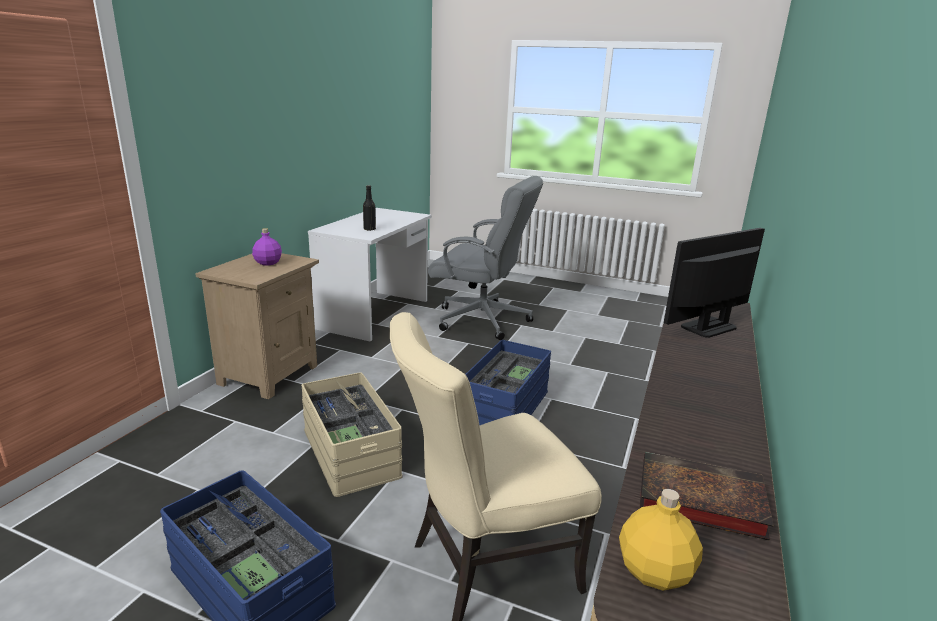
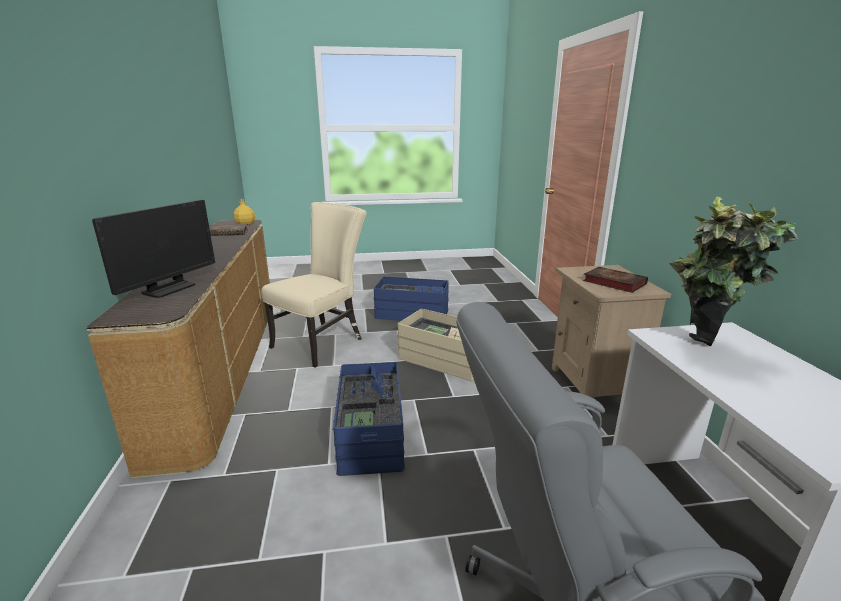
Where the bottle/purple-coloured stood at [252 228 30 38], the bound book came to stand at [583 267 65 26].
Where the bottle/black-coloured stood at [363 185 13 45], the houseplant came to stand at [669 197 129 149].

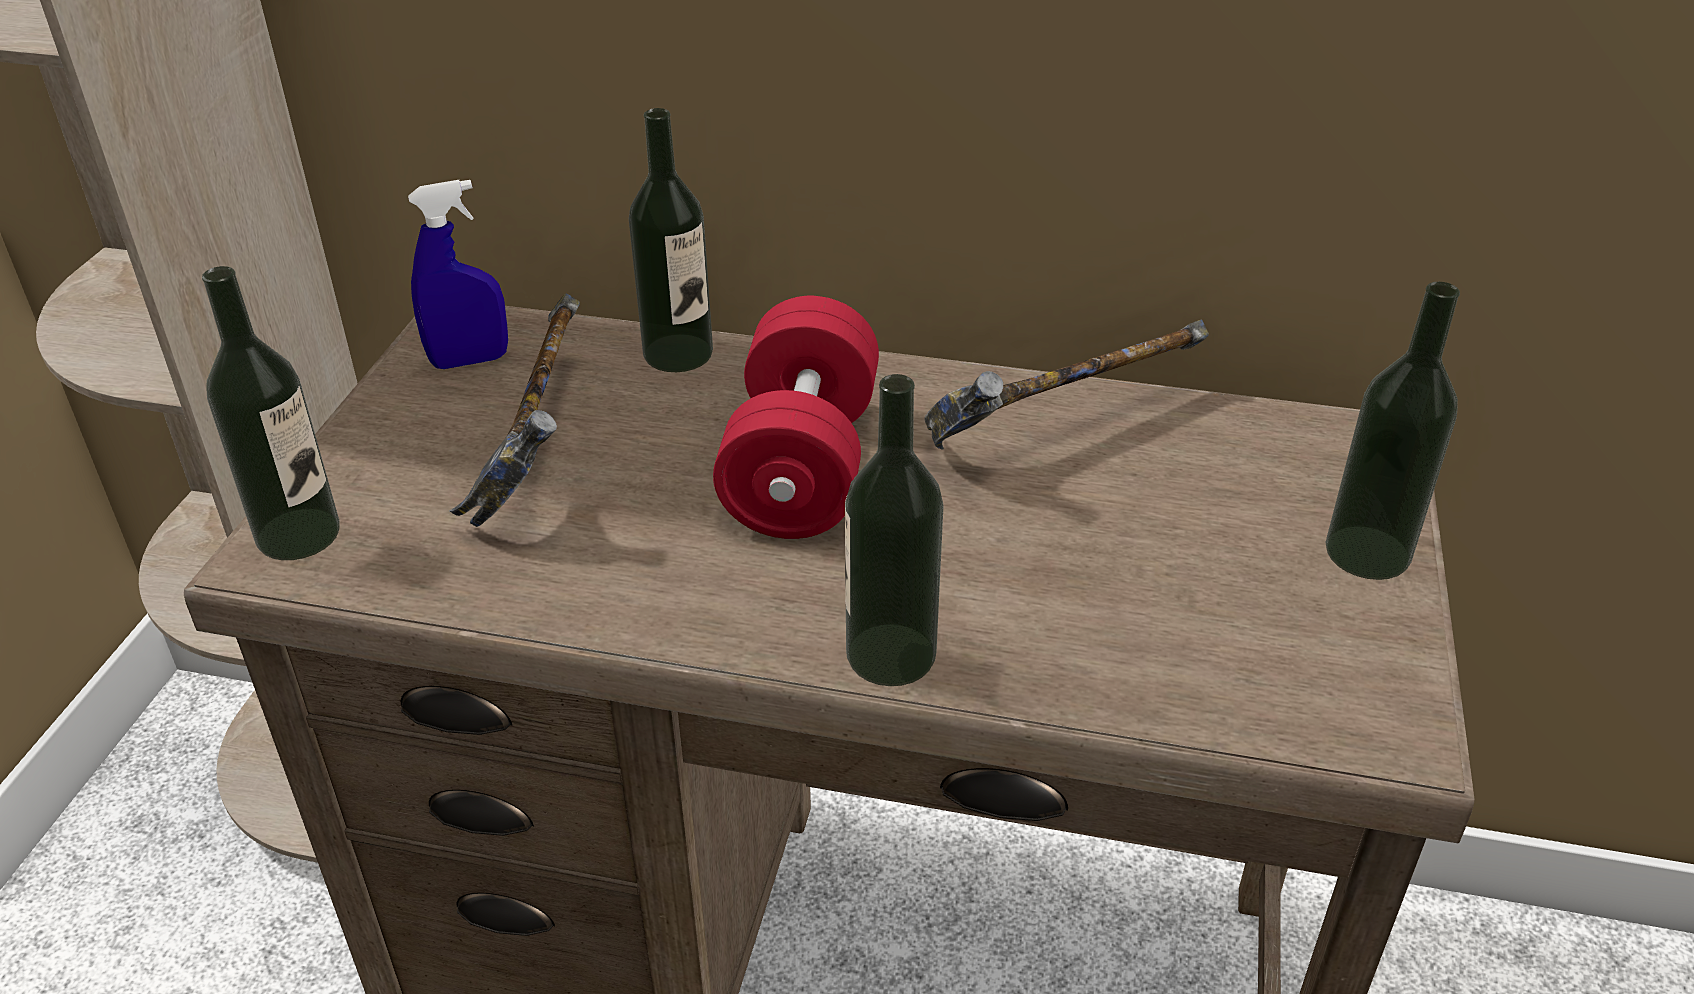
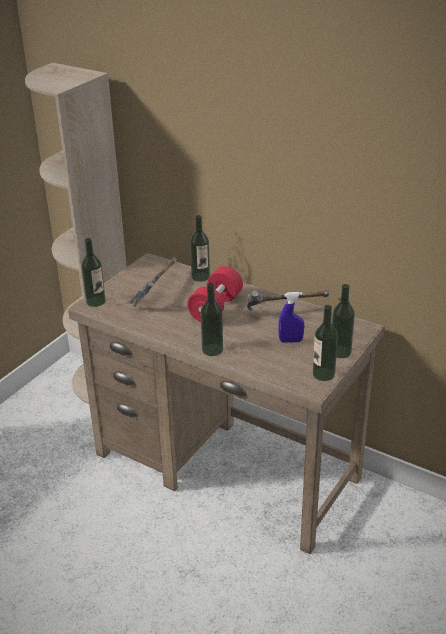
The second view gained the bottle at [313 305 25 76].
The spray bottle/blue ended up elsewhere, having gone from [408 180 100 189] to [278 292 27 51].

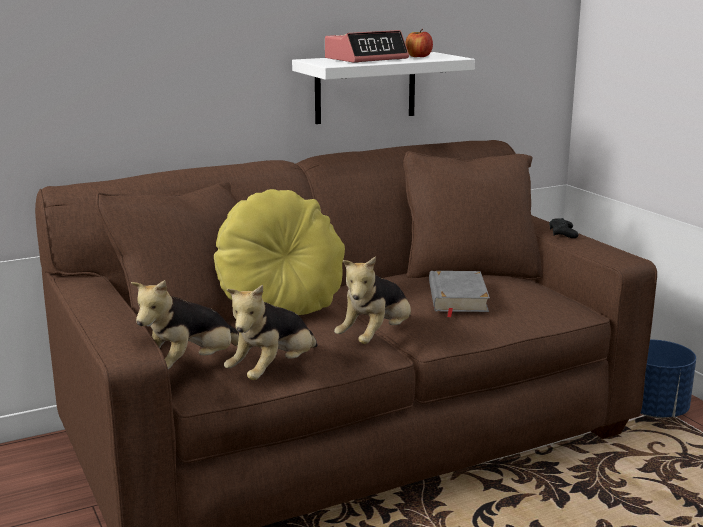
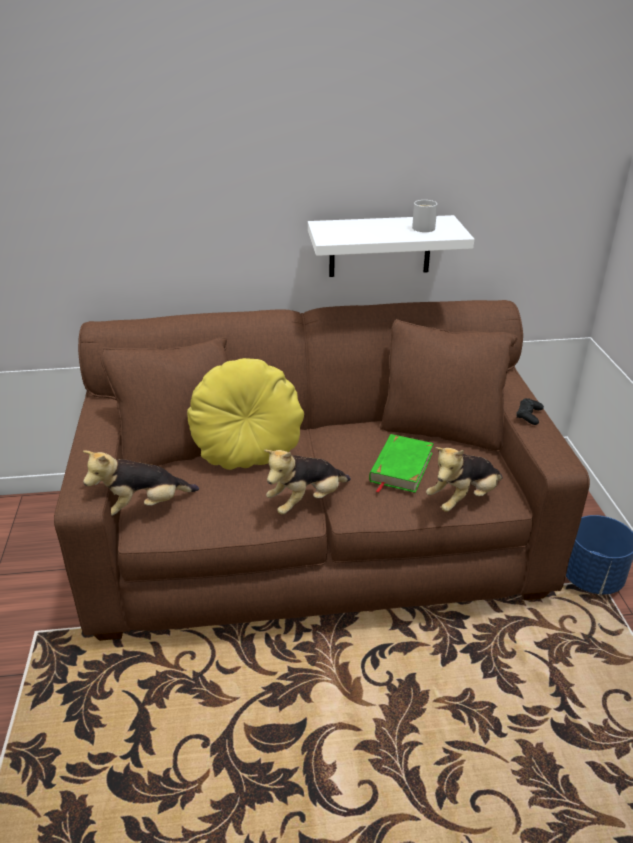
The second view lost the table clock at [325 30 84 33].
The soft toy ended up elsewhere, having gone from [224 285 94 95] to [426 447 77 65].
Where the whole apple stood at [405 29 28 28], the tea mug/whitish came to stand at [412 200 25 32].
What was the bound book/greyish at [429 271 61 46] turned into the bound book/greenish at [369 434 65 59].

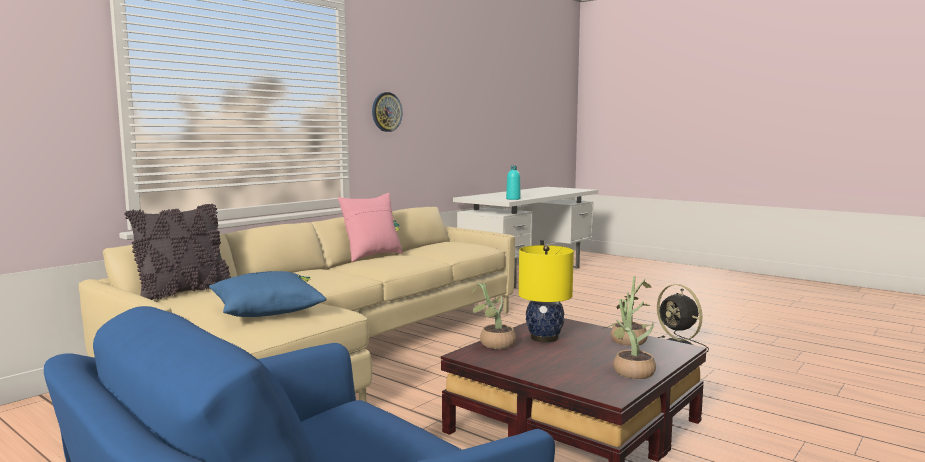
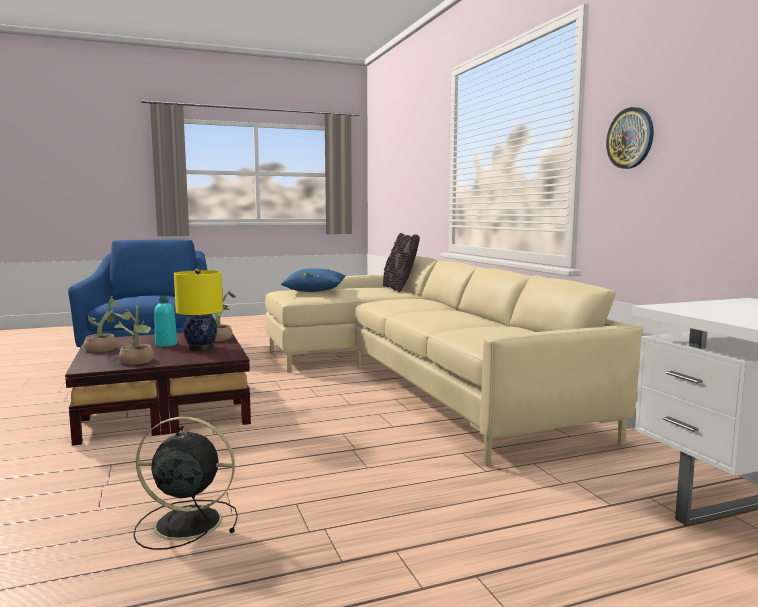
The second view lost the pillow/pink-coloured at [338 193 65 69].
The bottle/turquoise-coloured ended up elsewhere, having gone from [506 166 15 34] to [154 296 23 51].

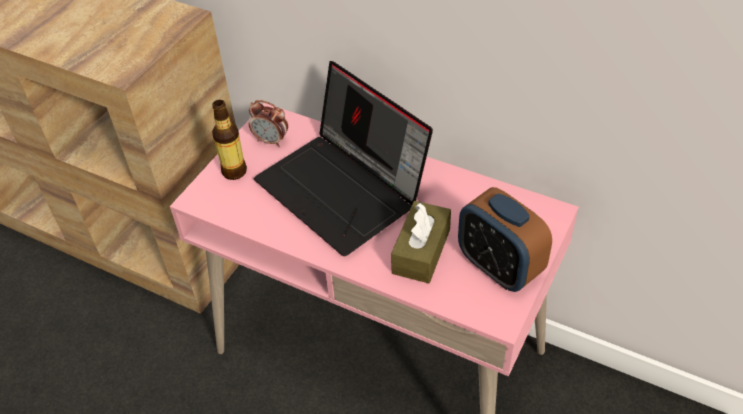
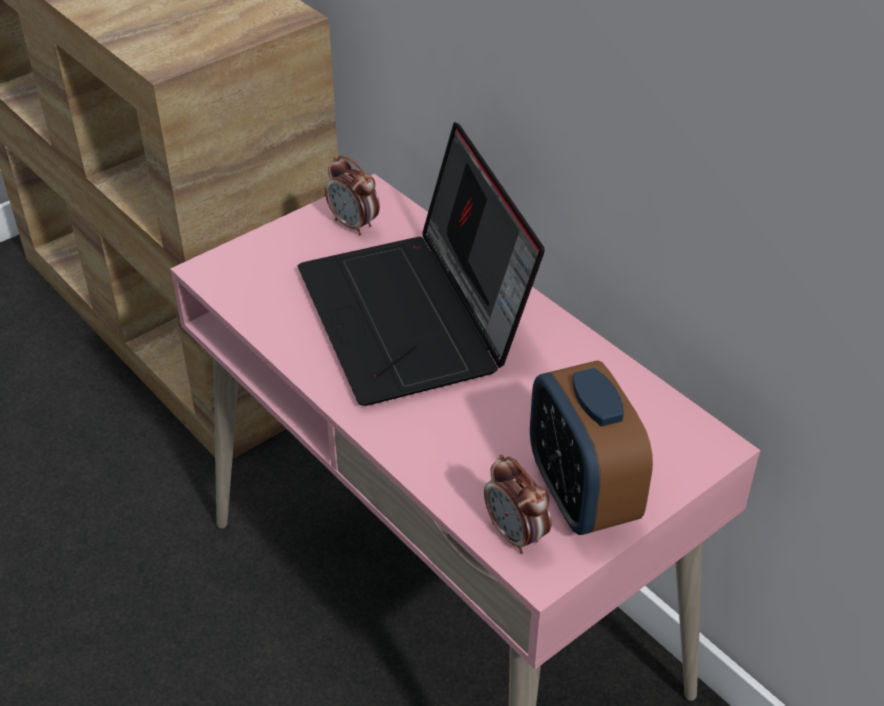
The second view lost the bottle at [212 100 35 80].
The second view lost the tissue holder/brown-coloured at [391 201 60 82].
The second view gained the table clock at [484 455 68 99].

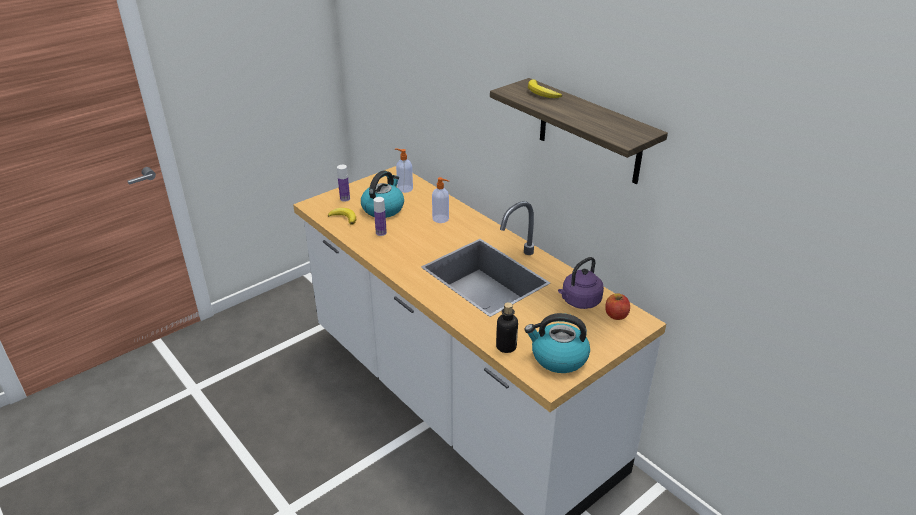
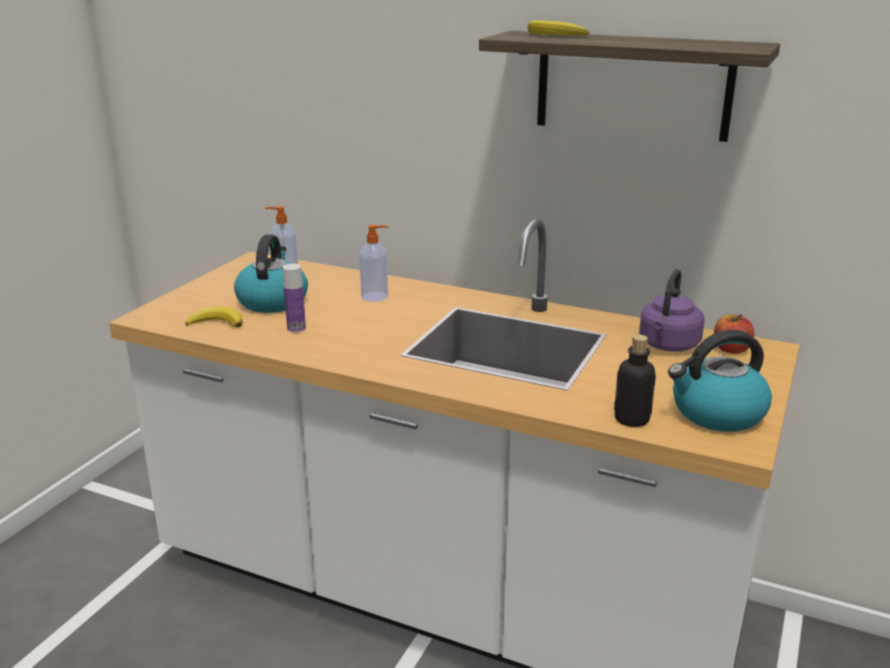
The second view lost the bottle at [337 165 13 37].

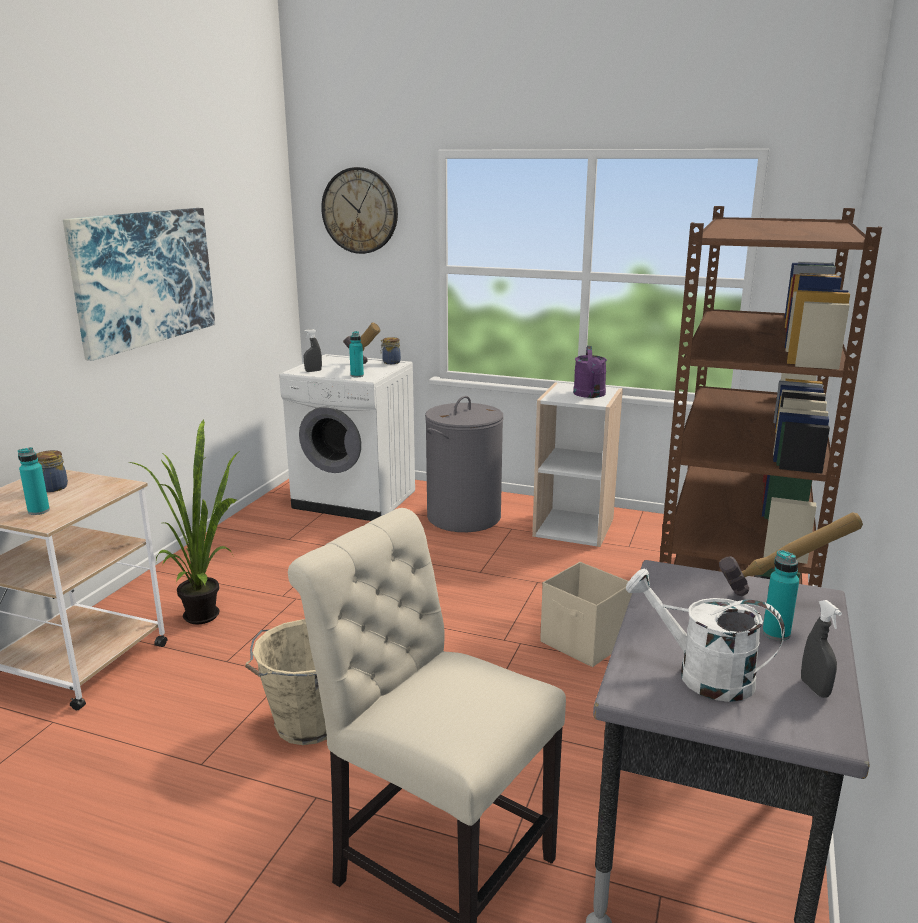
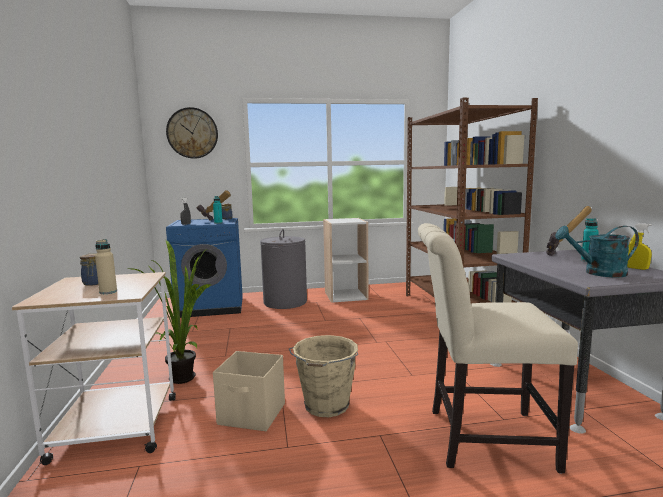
The second view lost the wall picture at [63 208 152 153].
The second view lost the sprinkling can/purple-coloured at [573 346 34 52].
The storage container/beige-coloured ended up elsewhere, having gone from [540 562 92 105] to [213 351 72 80].
What was the bottle/turquoise-coloured at [18 447 32 68] turned into the bottle/beige-coloured at [95 239 22 55].
What was the laundry machine/whitish at [279 354 136 167] turned into the laundry machine/blue at [166 218 77 100].
What was the sprinkling can/whitish at [626 569 159 133] turned into the sprinkling can/turquoise-coloured at [555 226 84 51].
What was the spray bottle/greyish at [801 600 41 98] turned into the spray bottle/yellow at [627 223 25 47].

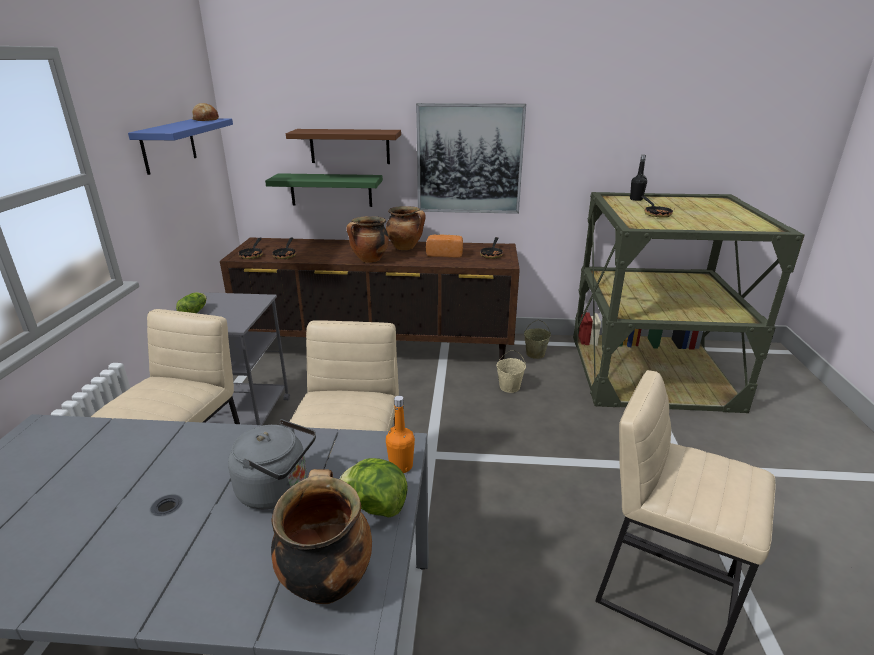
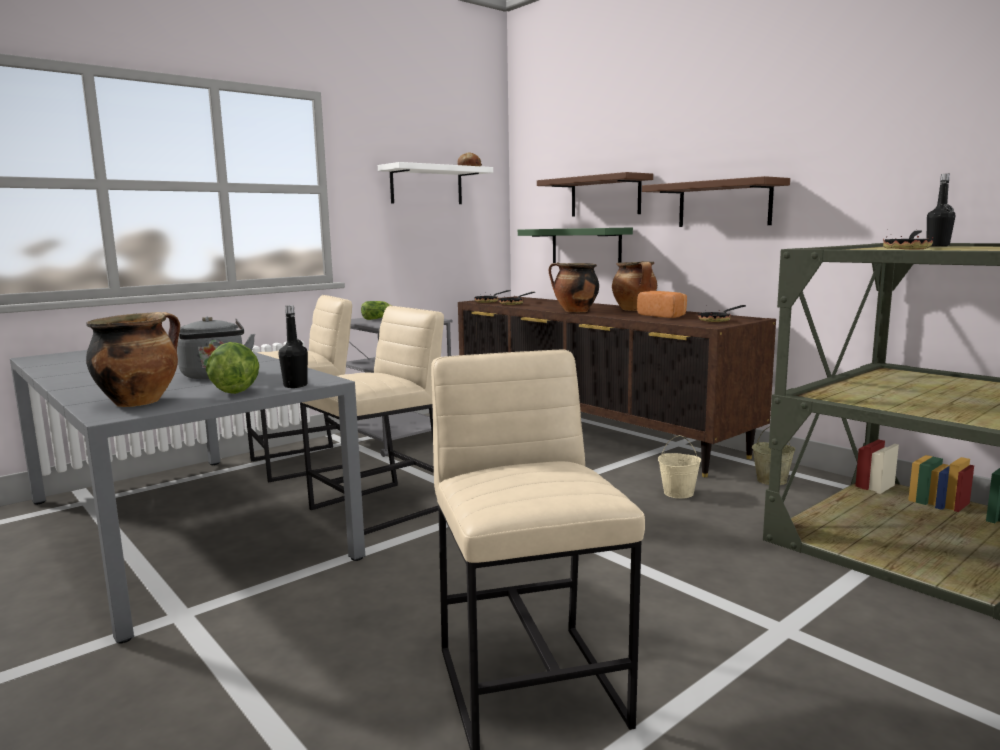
Where the wall picture hung at [416 103 110 111], the shelf/brown-coloured came to hang at [642 176 148 51].
What was the shelf/blue at [128 119 105 56] turned into the shelf/whitish at [378 162 115 42].
What was the bottle/orangey at [386 396 29 77] turned into the bottle/black-coloured at [279 305 29 83].

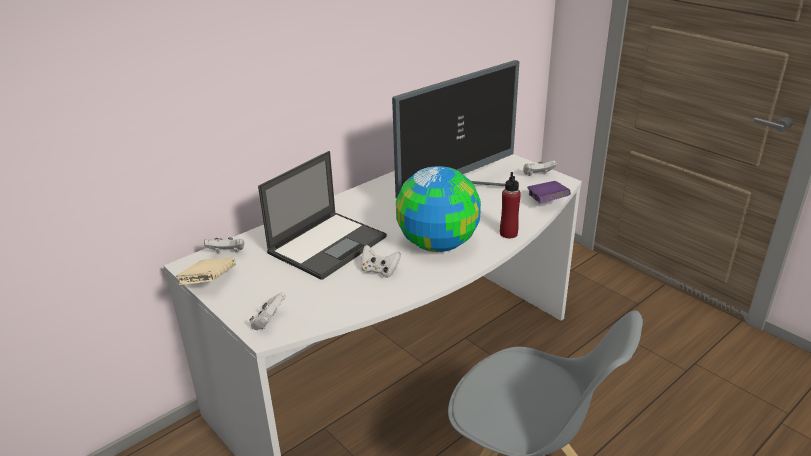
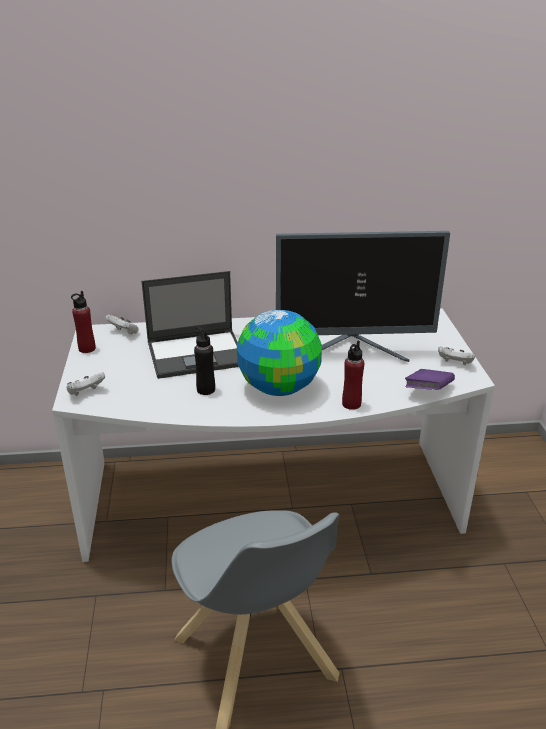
Where the bound book/beige-coloured stood at [176 258 60 27], the bottle/red-coloured came to stand at [71 291 25 62].
Where the game controller/whitish stood at [361 245 40 32], the bottle/black-coloured came to stand at [194 327 21 68].

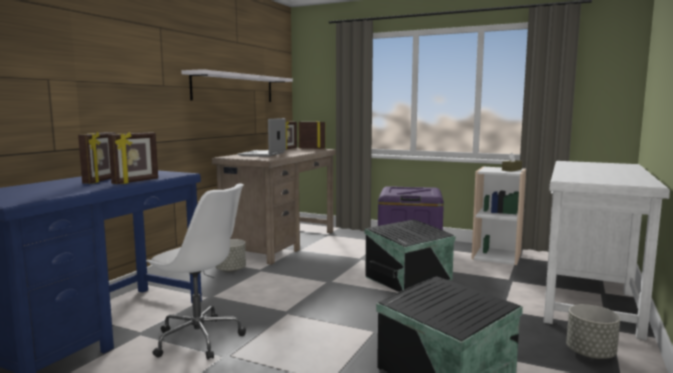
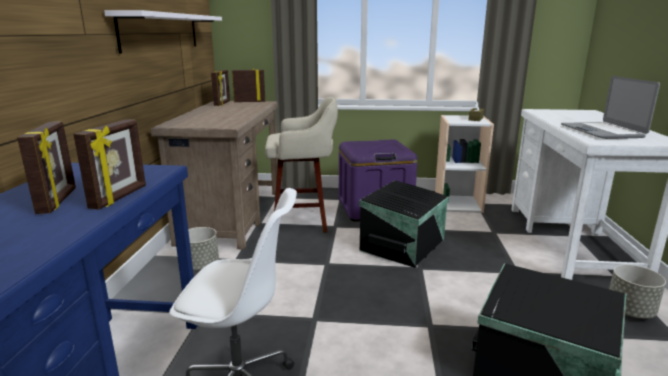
The second view gained the stool seat/beige-coloured at [265 97 73 136].
The notebook computer ended up elsewhere, having gone from [237 118 49 39] to [561 76 99 63].

